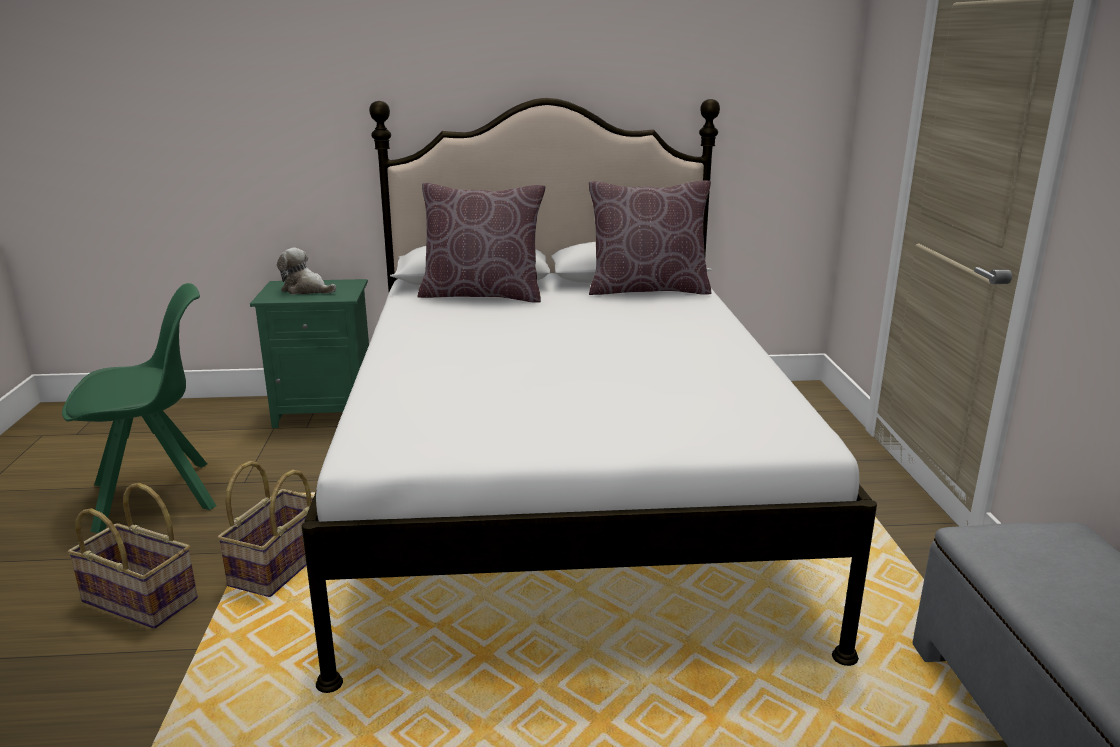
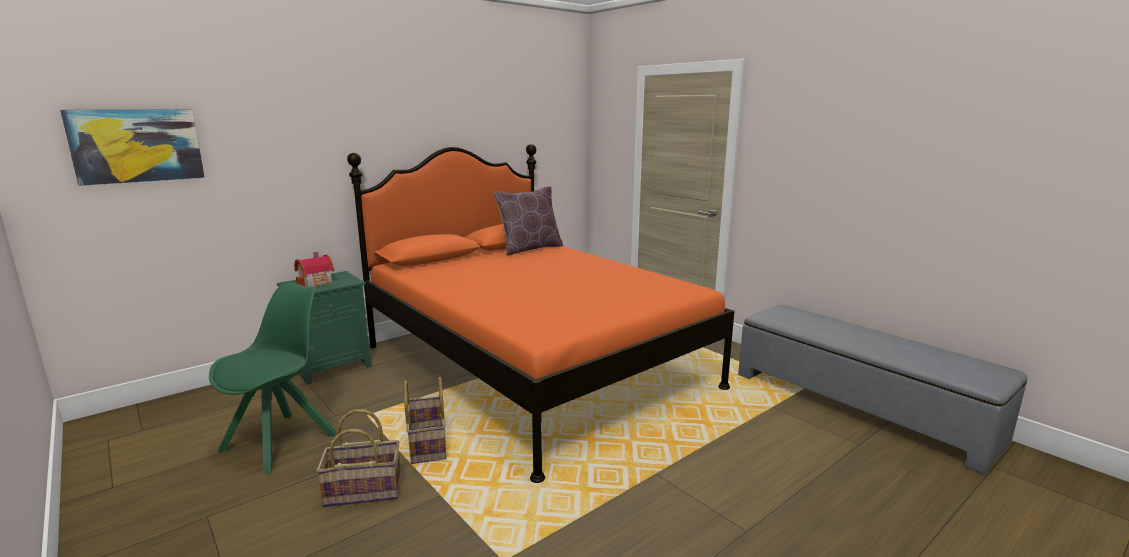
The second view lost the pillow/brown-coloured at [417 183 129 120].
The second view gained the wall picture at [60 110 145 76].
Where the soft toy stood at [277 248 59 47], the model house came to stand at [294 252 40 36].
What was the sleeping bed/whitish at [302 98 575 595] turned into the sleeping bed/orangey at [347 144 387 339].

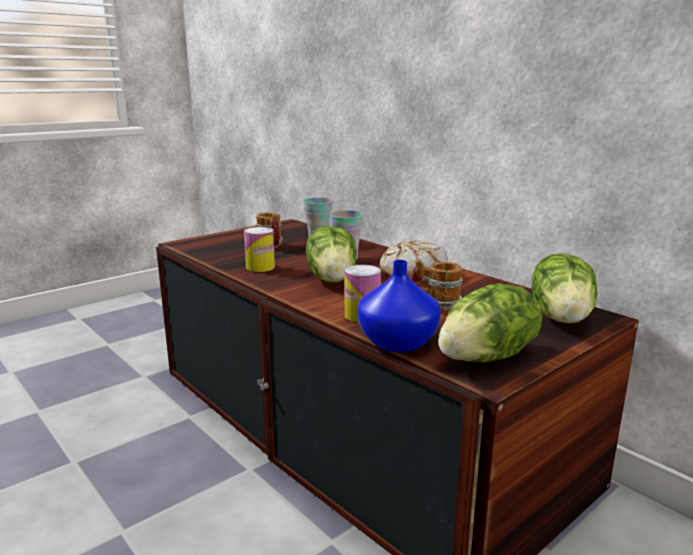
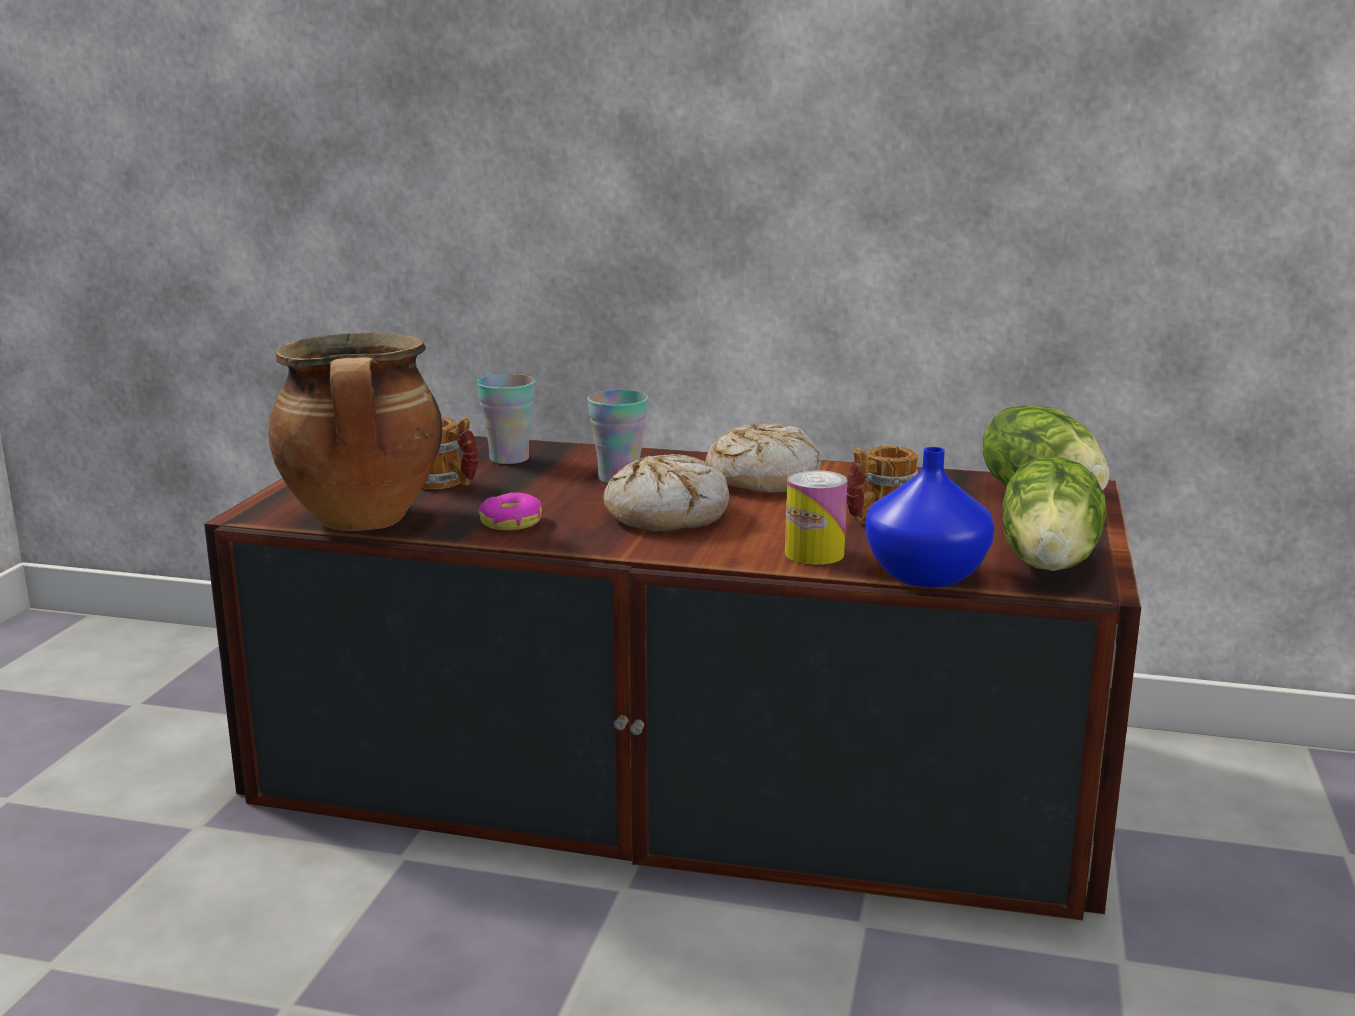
The second view gained the saucepot at [268 332 174 199].
Where the metal can stood at [244 227 31 45], the doughnut came to stand at [479 493 63 37].
Where the lettuce stood at [306 225 51 57], the baked bread came to stand at [603 454 126 78].

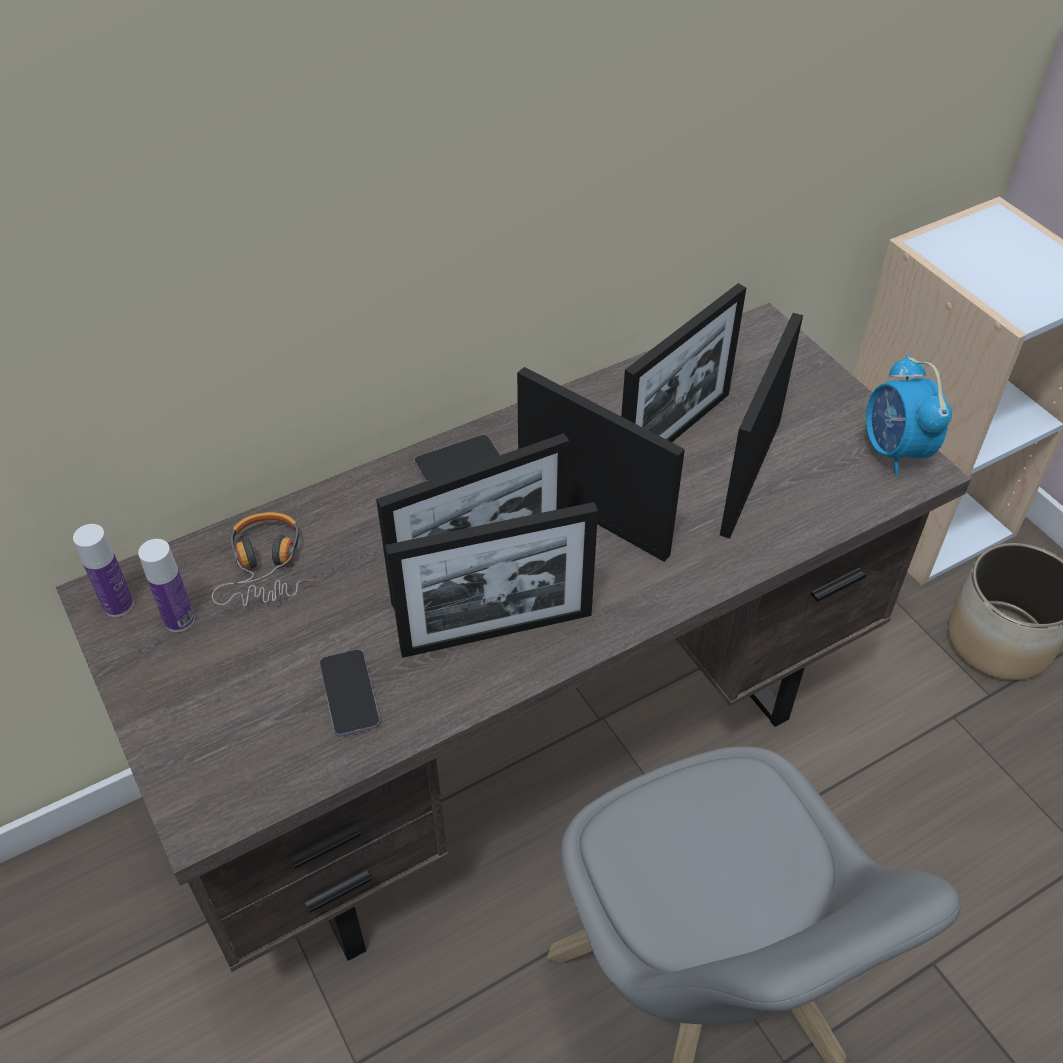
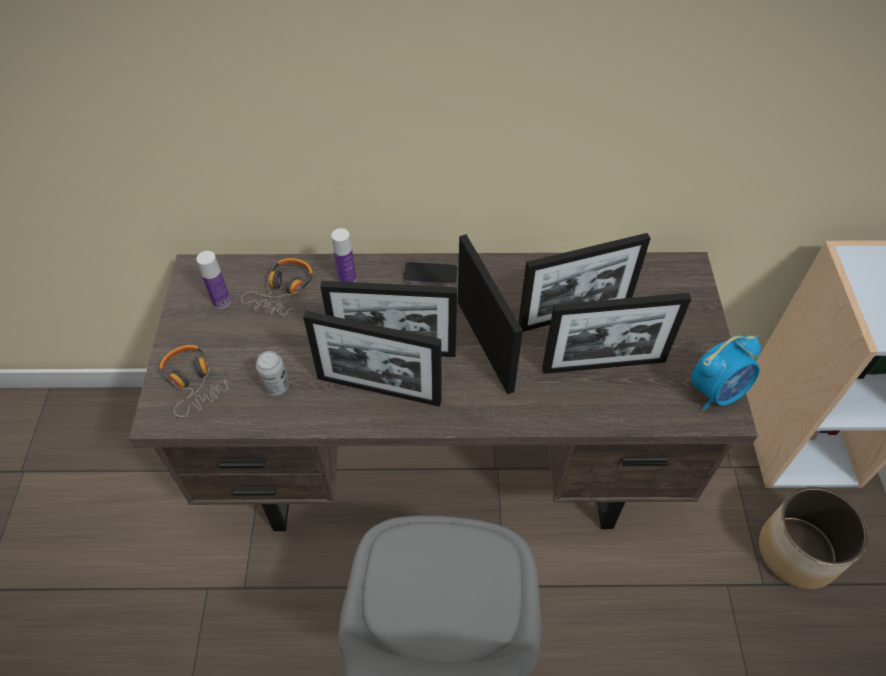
The second view gained the pair of headphones at [159 345 74 72].
The bottle ended up elsewhere, having gone from [73 524 61 93] to [331 228 25 54].
Where the phone stood at [320 650 60 87], the metal can came to stand at [256 351 33 45].
The photo frame at [720 313 83 226] ended up facing another way, 150 degrees counterclockwise from before.
The table clock at [866 355 86 120] ended up facing another way, 135 degrees counterclockwise from before.

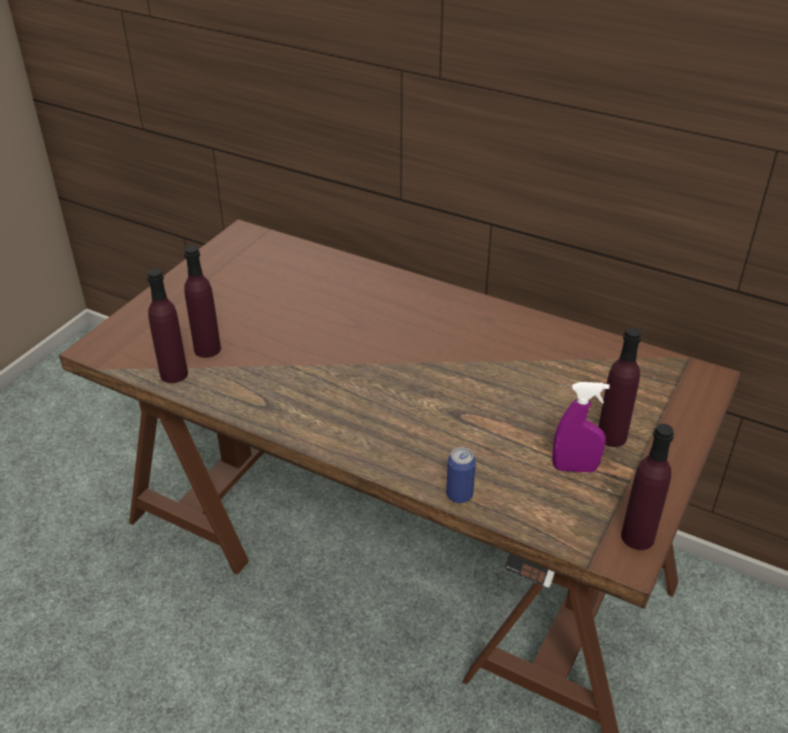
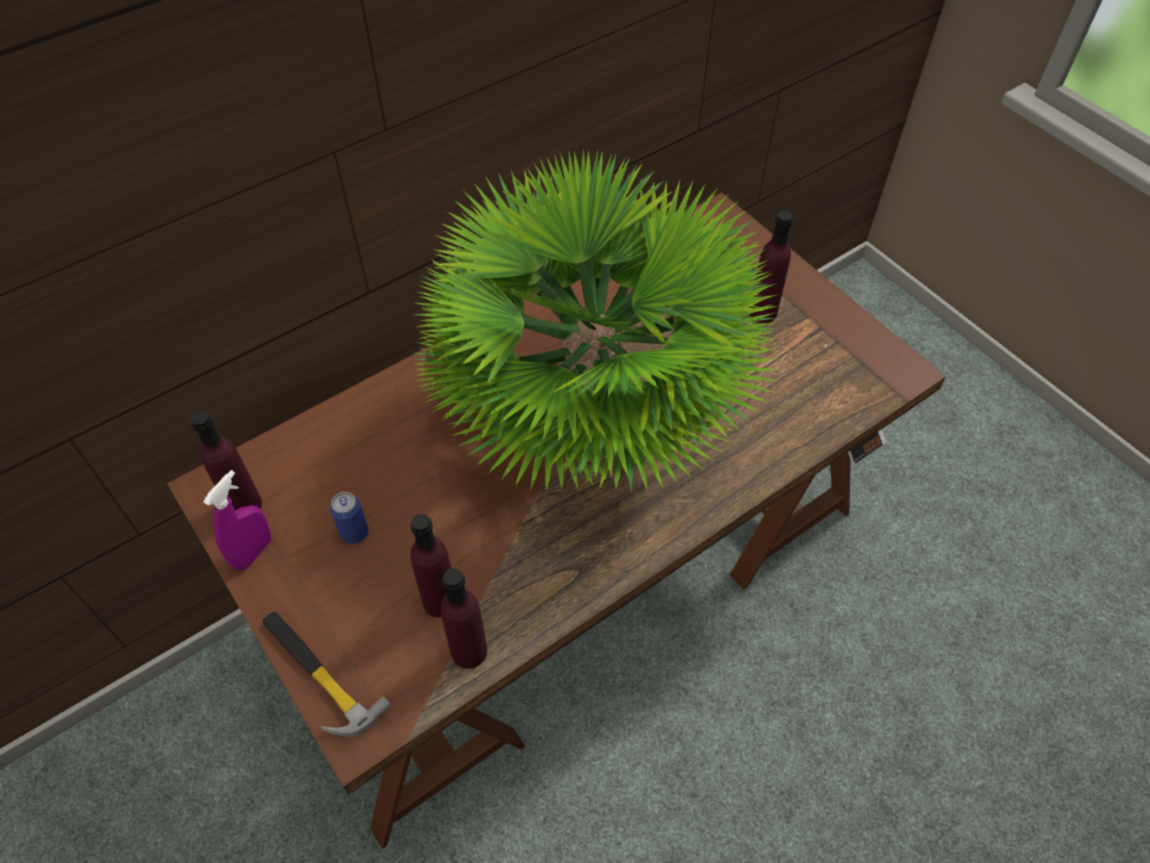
The second view gained the tool hammer at [263 612 128 125].
The second view gained the houseplant at [414 148 364 345].
The metal can ended up elsewhere, having gone from [446 447 30 56] to [330 492 38 52].
The spray bottle/purple-coloured ended up elsewhere, having gone from [552 382 58 91] to [203 470 68 100].
The bottle/purple-coloured ended up elsewhere, having gone from [621 424 53 126] to [191 411 71 99].

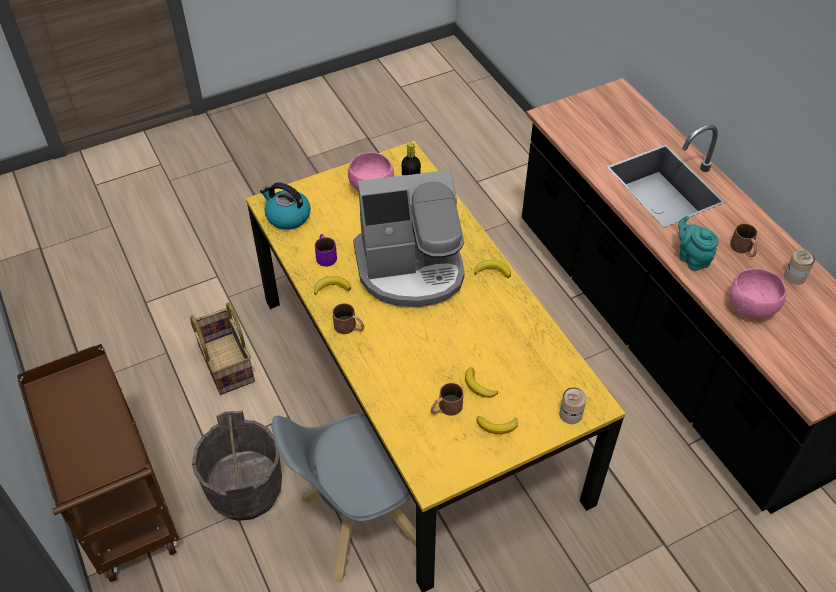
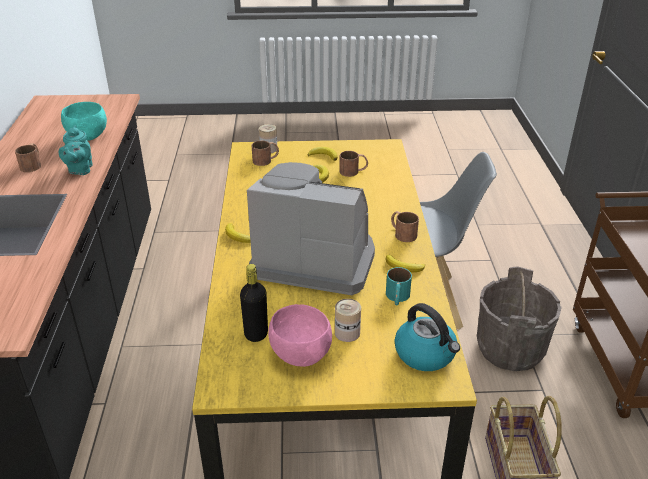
The second view gained the tea mug/brown-coloured at [252 141 27 25].
The metal can ended up elsewhere, having gone from [784 249 31 36] to [335 299 26 43].
What was the tea mug/purple-coloured at [315 234 22 33] turned into the tea mug/turquoise-coloured at [386 267 26 38].
What was the deep dish/pink-coloured at [730 269 57 50] turned into the deep dish/turquoise-coloured at [61 102 46 39].

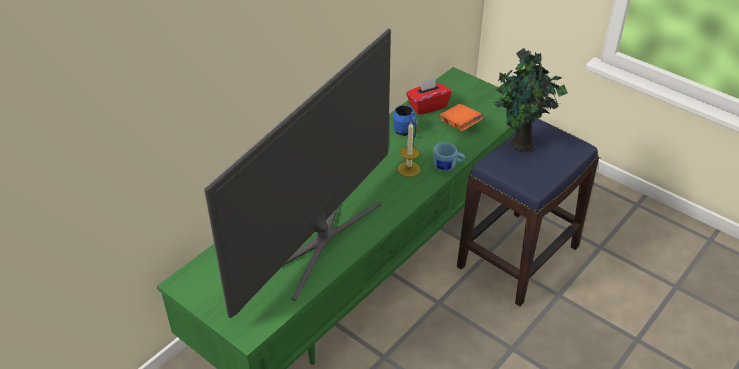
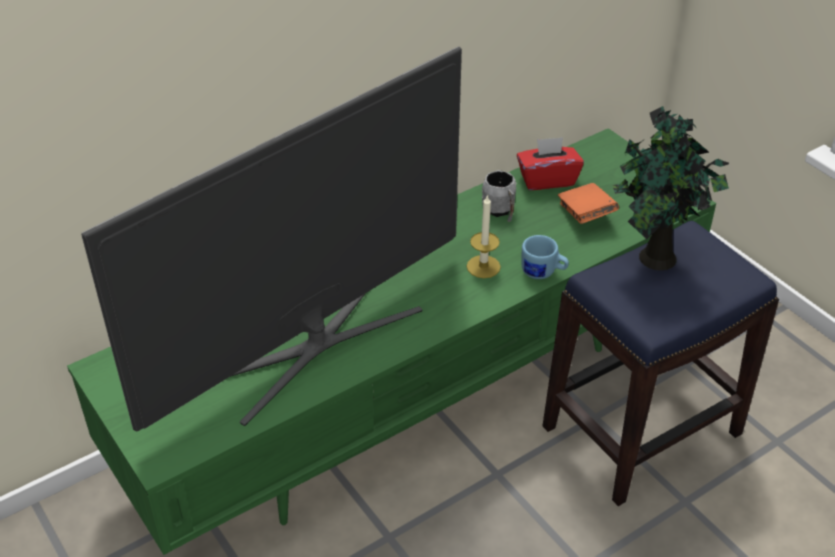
What was the tea mug/blue at [393 105 24 33] turned into the tea mug/greyish at [482 170 34 52].

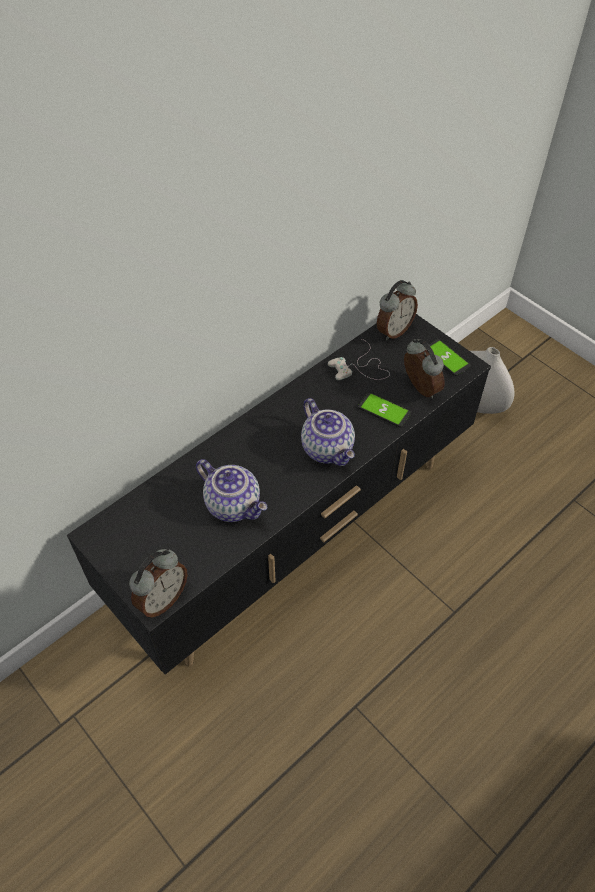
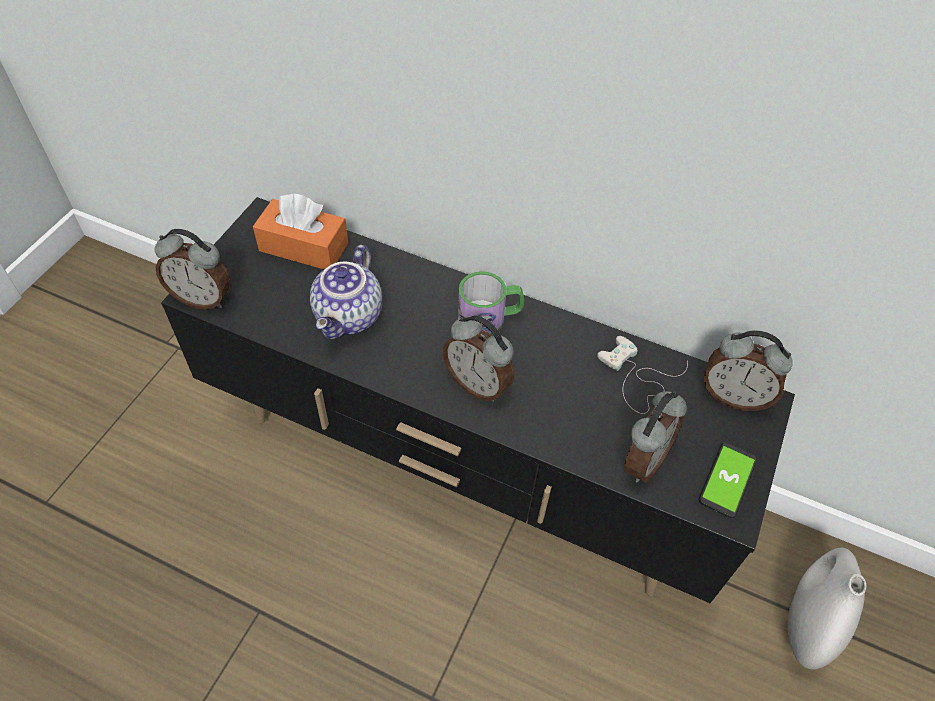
The second view lost the phone at [358 392 53 35].
The second view gained the tissue holder/orangey at [253 193 95 76].
The second view gained the tea mug at [458 271 66 64].
Where the teapot stood at [301 398 54 68], the table clock came to stand at [443 315 72 87].

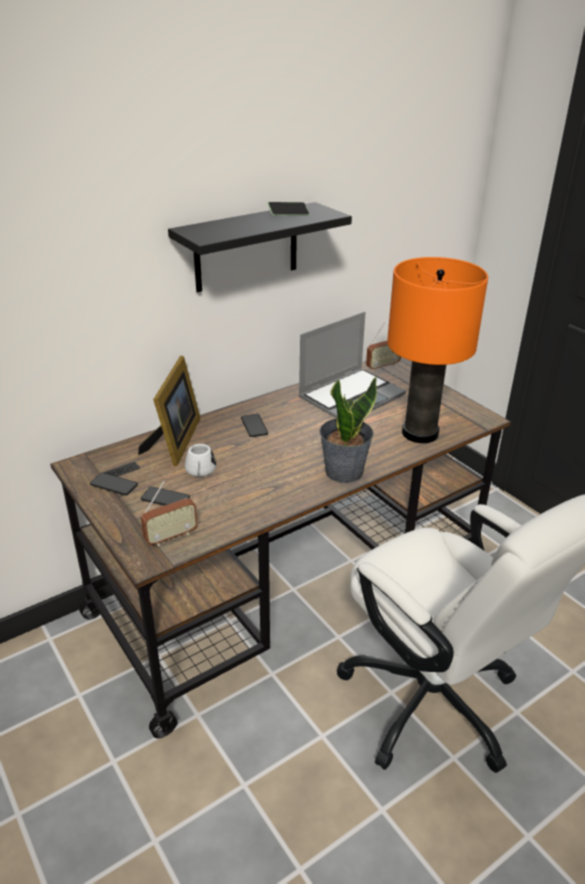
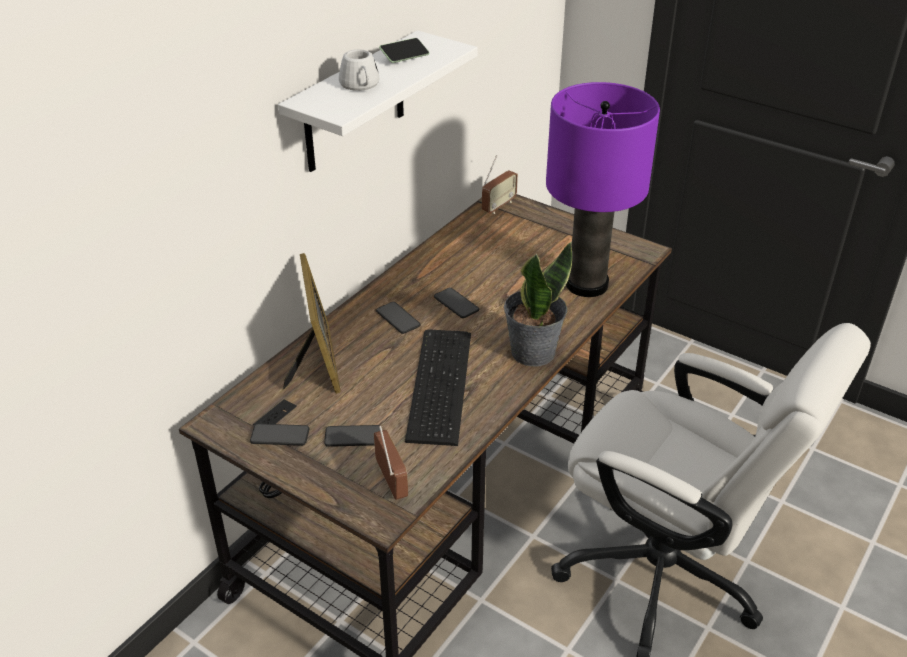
The second view lost the notebook computer at [299 312 107 106].
The second view gained the computer keyboard at [405 329 66 117].
The second view gained the phone at [434 288 45 30].
The tea mug/whitish ended up elsewhere, having gone from [185 444 31 33] to [339 49 40 42].
What was the shelf/black-coloured at [168 202 184 90] turned into the shelf/whitish at [278 31 200 141].
What was the lamp for a table/orangey at [387 257 101 186] turned into the lamp for a table/purple-coloured at [546 82 114 215].
The radio at [141 481 57 65] ended up facing another way, 60 degrees counterclockwise from before.

